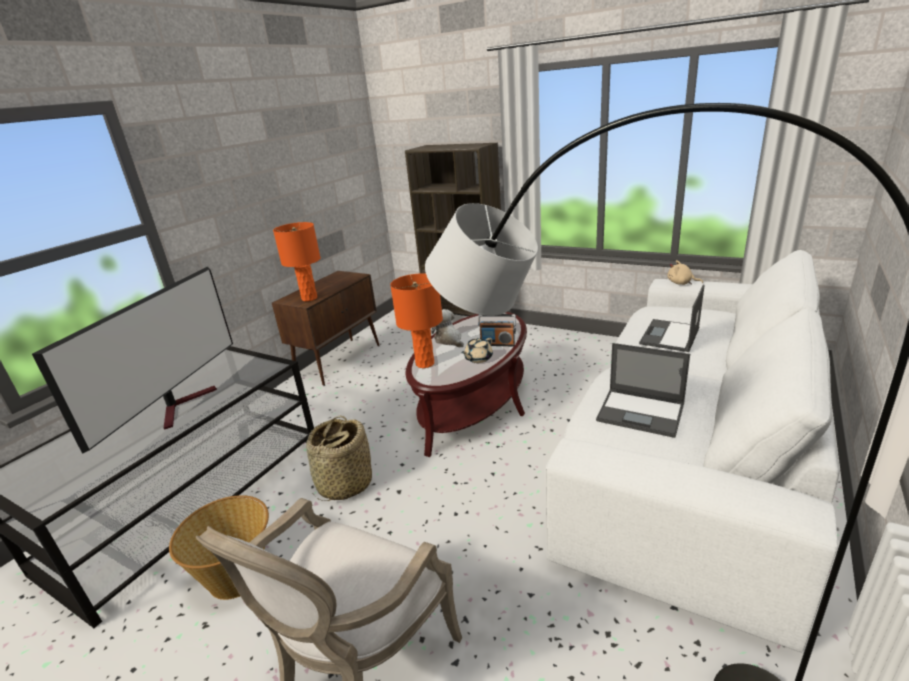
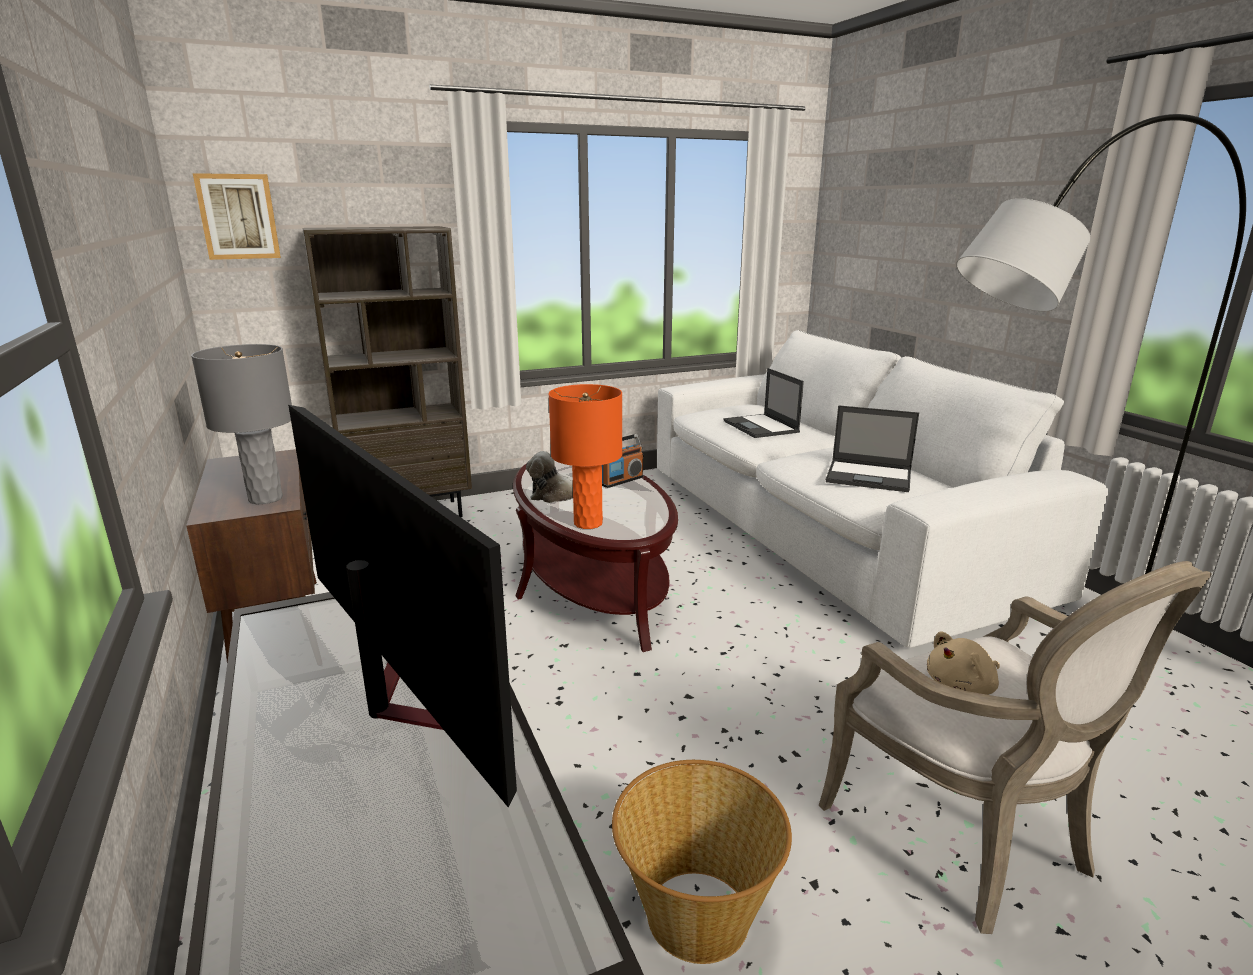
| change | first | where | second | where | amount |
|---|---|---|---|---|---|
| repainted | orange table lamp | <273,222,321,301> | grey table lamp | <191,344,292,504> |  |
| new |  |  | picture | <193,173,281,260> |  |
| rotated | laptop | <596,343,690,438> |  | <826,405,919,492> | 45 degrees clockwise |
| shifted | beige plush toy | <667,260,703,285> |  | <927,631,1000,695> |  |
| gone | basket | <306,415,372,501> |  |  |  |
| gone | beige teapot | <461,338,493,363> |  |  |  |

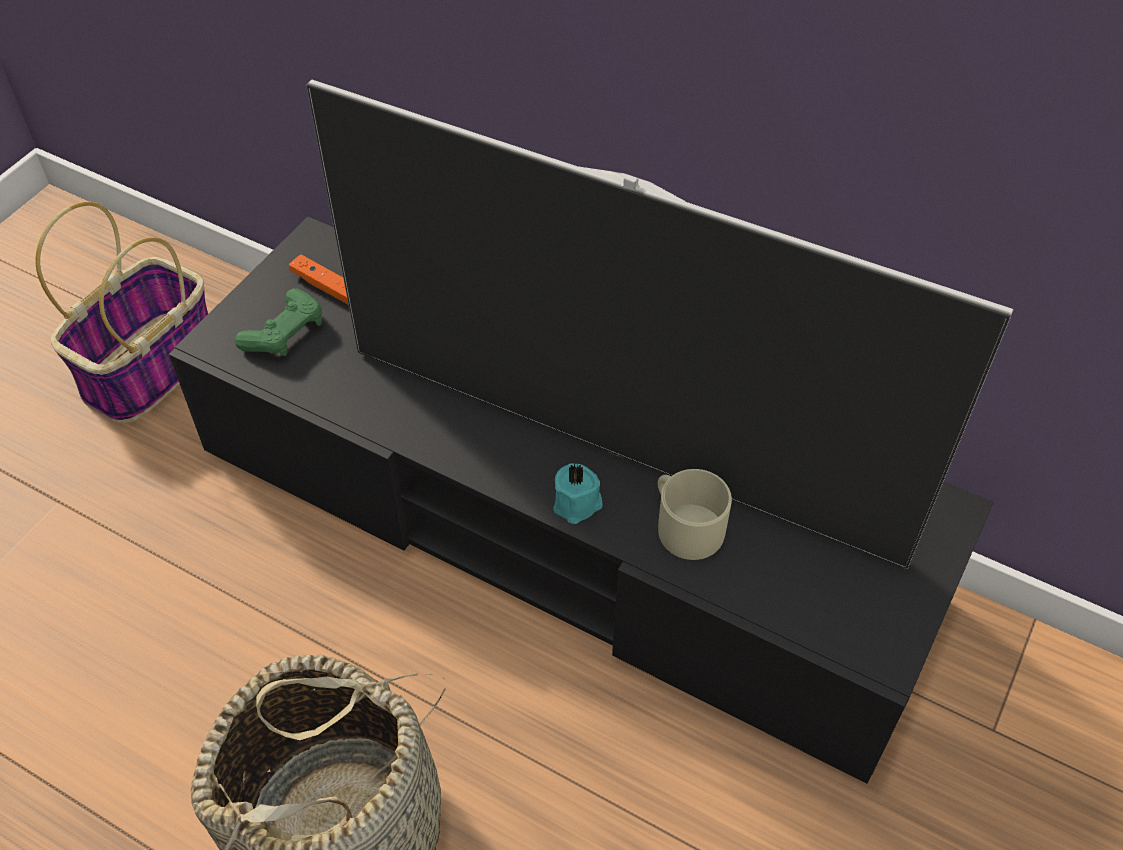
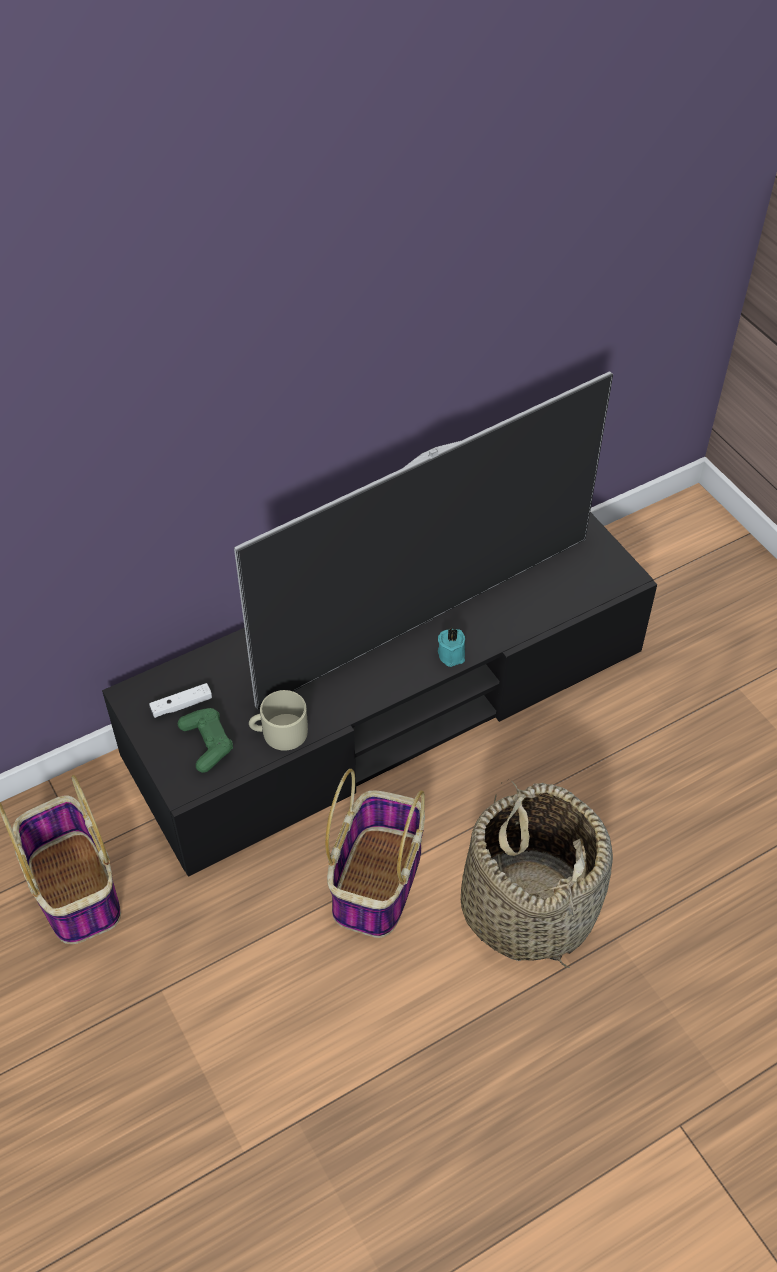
| change | first | where | second | where | amount |
|---|---|---|---|---|---|
| repainted | orange game controller | <289,254,348,304> | white game controller | <149,683,212,718> |  |
| shifted | beige mug | <658,469,732,560> |  | <249,690,308,751> |  |
| new |  |  | basket | <325,769,425,938> |  |

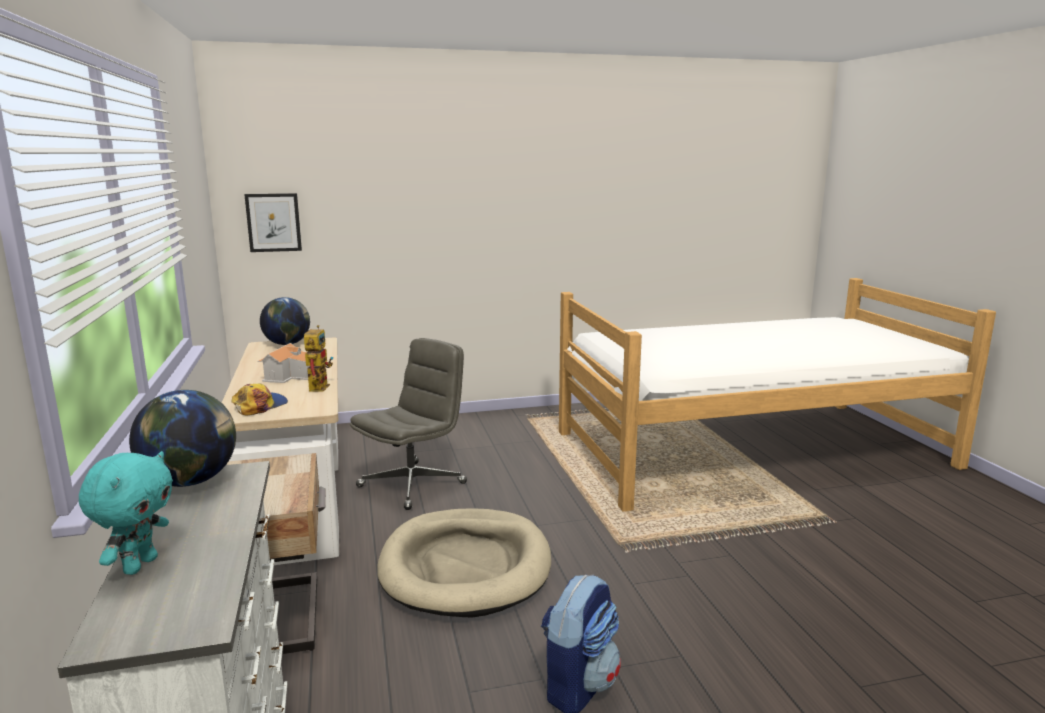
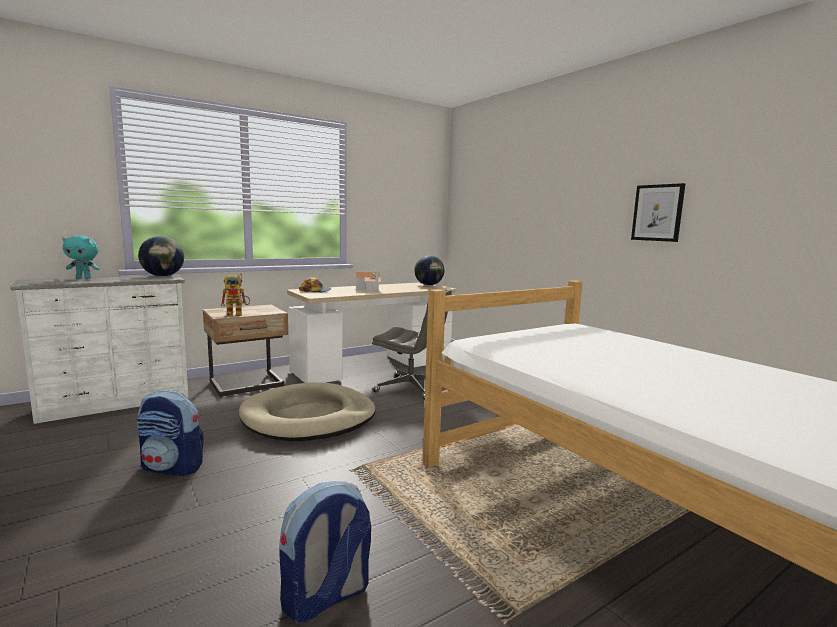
| change | first | where | second | where | amount |
|---|---|---|---|---|---|
| shifted | toy robot | <304,325,333,392> |  | <221,274,250,316> |  |
| new |  |  | backpack | <279,481,371,623> |  |
| shifted | picture | <244,193,302,252> |  | <631,183,685,242> |  |

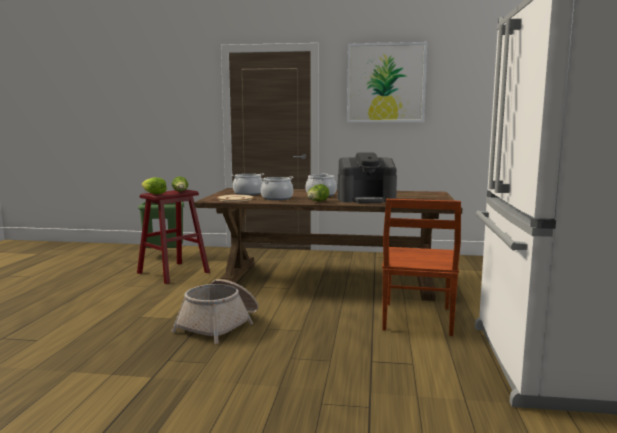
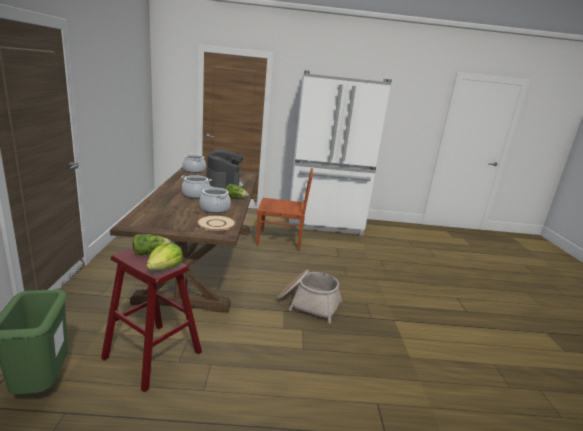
| change | first | where | second | where | amount |
|---|---|---|---|---|---|
| shifted | cooking pot | <231,173,264,195> |  | <182,154,206,173> |  |
| gone | picture | <347,42,427,122> |  |  |  |

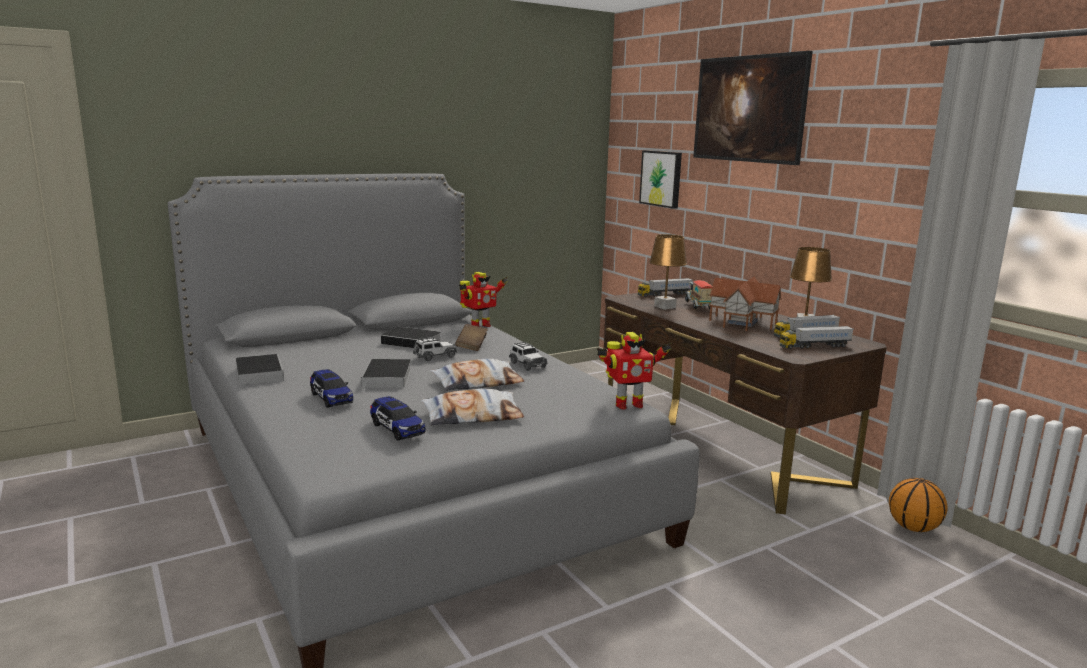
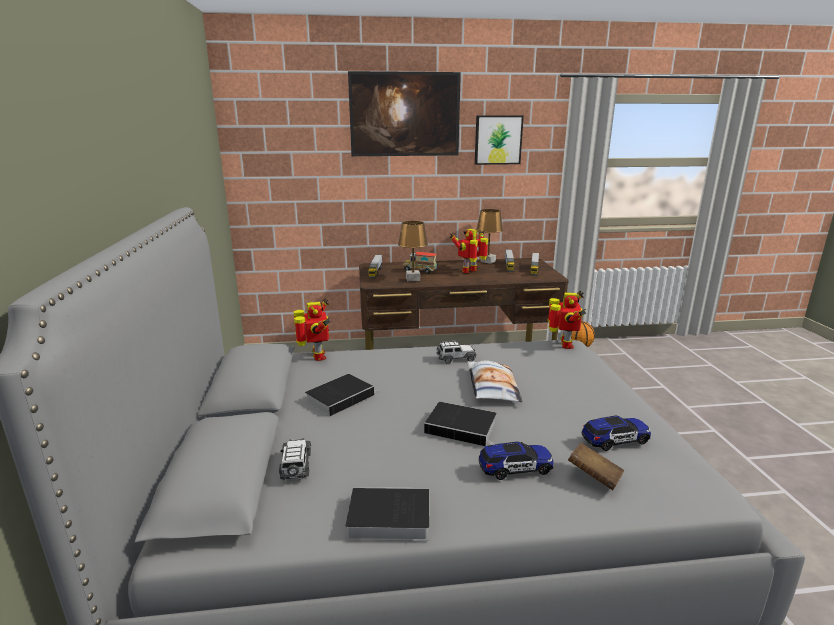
| change | first | where | second | where | amount |
|---|---|---|---|---|---|
| shifted | toy car | <413,337,457,361> |  | <279,438,311,480> |  |
| swapped | toy house | <709,277,782,331> | toy robot | <450,229,488,273> |  |
| shifted | picture | <639,150,682,209> |  | <475,116,524,165> |  |
| shifted | brown book | <455,324,488,351> |  | <568,443,624,490> |  |
| gone | pillow | <421,389,524,425> |  |  |  |

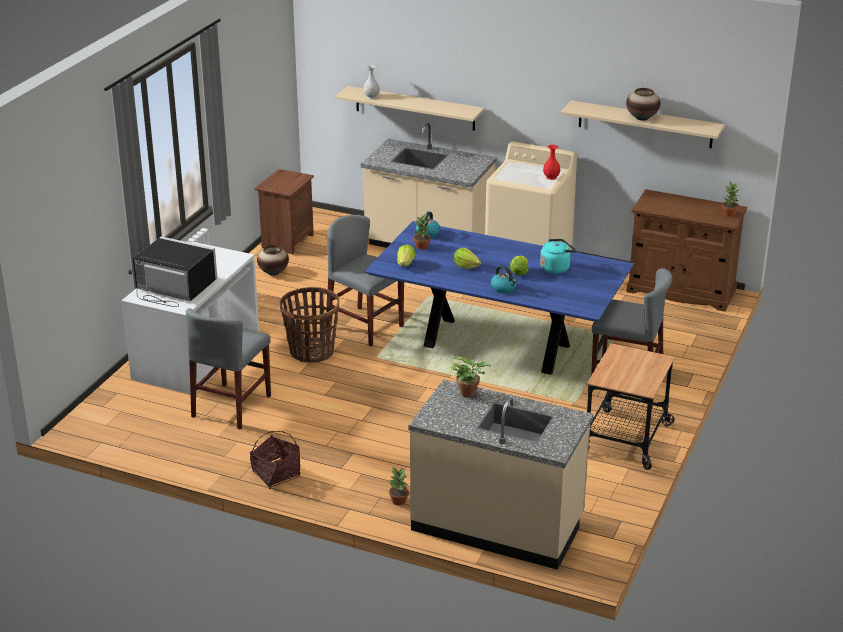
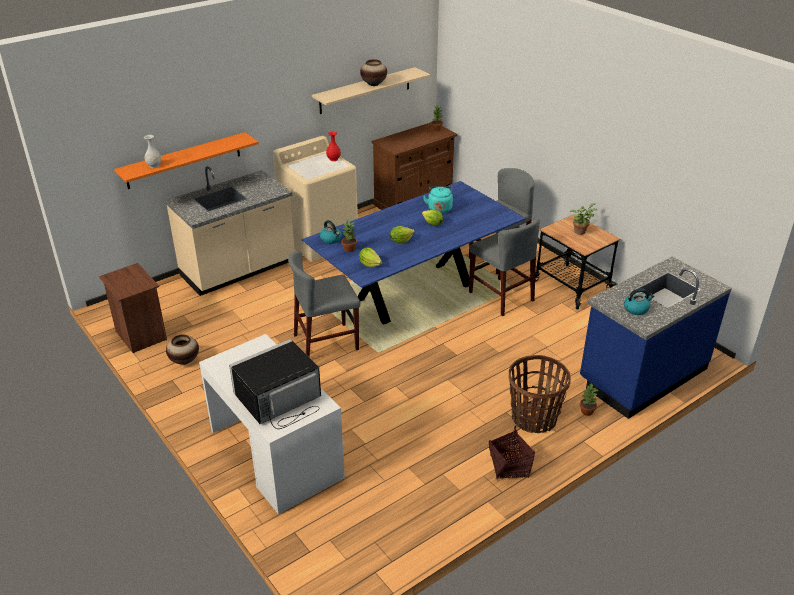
| change | first | where | second | where | amount |
|---|---|---|---|---|---|
| repainted | beige shelf | <335,86,484,131> | orange shelf | <114,132,259,189> |  |
| shifted | grey chair | <186,308,271,429> |  | <469,217,540,316> |  |
| shifted | basket | <280,287,339,363> |  | <509,355,571,433> |  |
| shifted | potted plant | <450,356,491,397> |  | <570,203,597,235> |  |
| repainted | beige counter | <409,379,594,570> | blue counter | <580,257,732,419> |  |
| shifted | kettle | <491,265,517,293> |  | <624,288,654,315> |  |

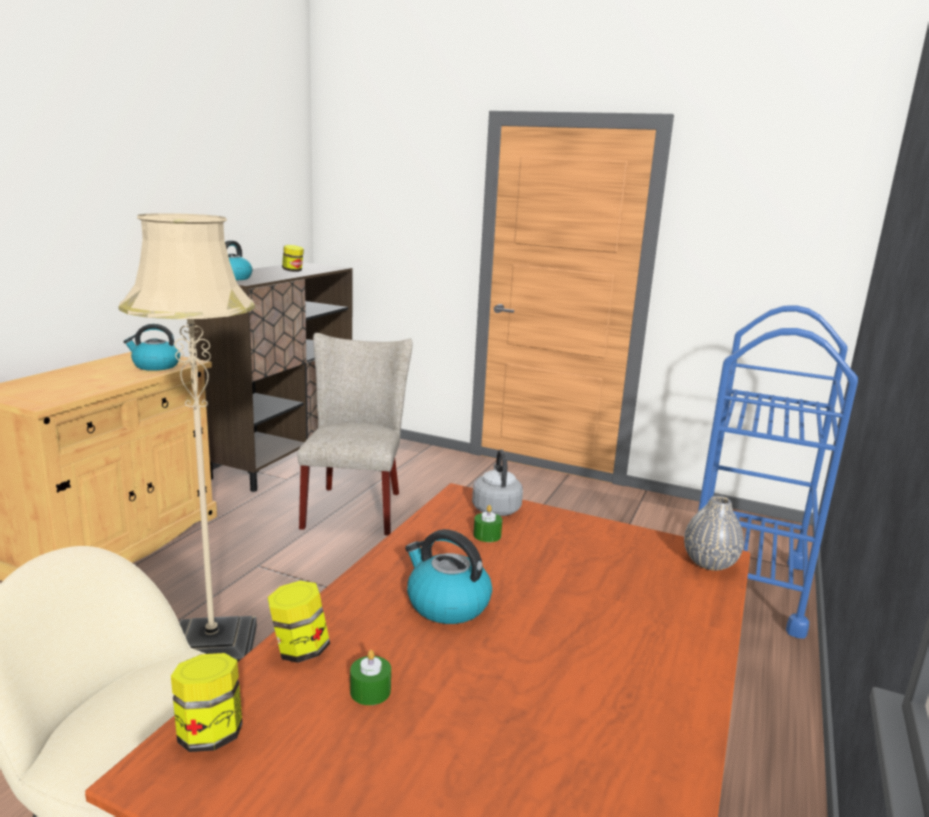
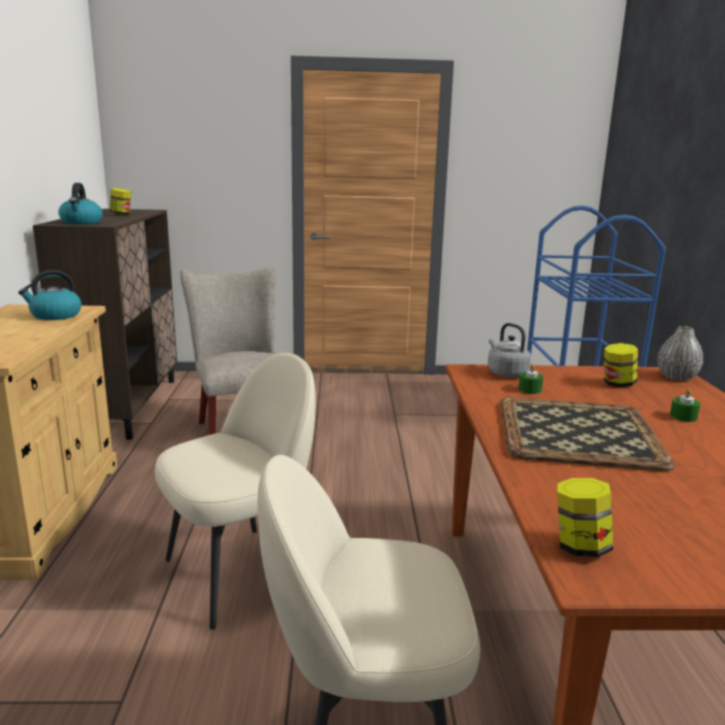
| change | first | where | second | where | amount |
|---|---|---|---|---|---|
| swapped | beige floor lamp | <119,213,257,662> | beige chair | <155,353,315,630> |  |
| swapped | kettle | <405,529,492,624> | tray | <500,397,675,471> |  |
| shifted | jar | <267,581,330,663> |  | <604,343,638,387> |  |
| shifted | green candle | <350,650,391,705> |  | <670,388,700,422> |  |

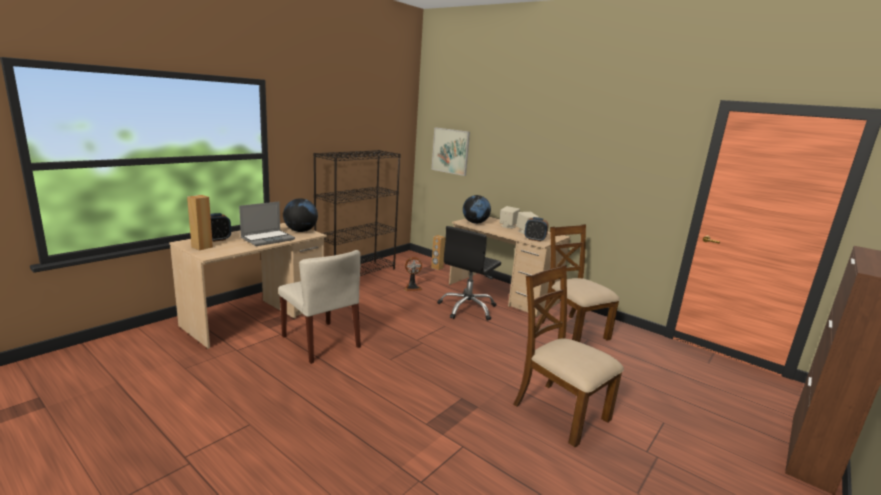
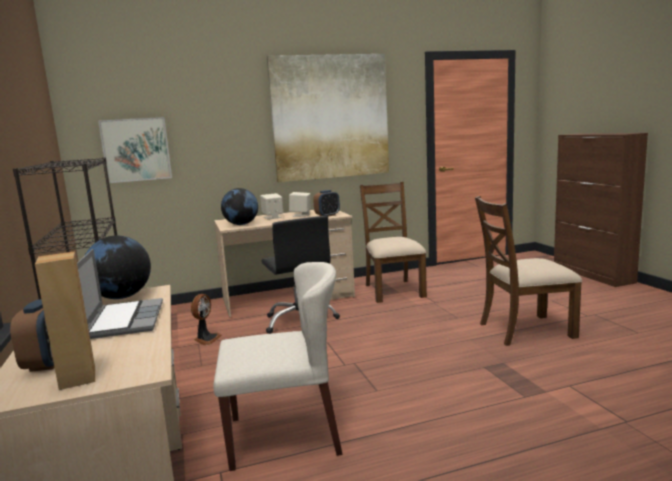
| change | first | where | second | where | amount |
|---|---|---|---|---|---|
| new |  |  | picture | <267,54,389,182> |  |
| rotated | brown chair | <542,224,620,342> |  | <360,182,427,303> | 75 degrees clockwise |
| gone | brown speaker | <431,235,446,270> |  |  |  |

